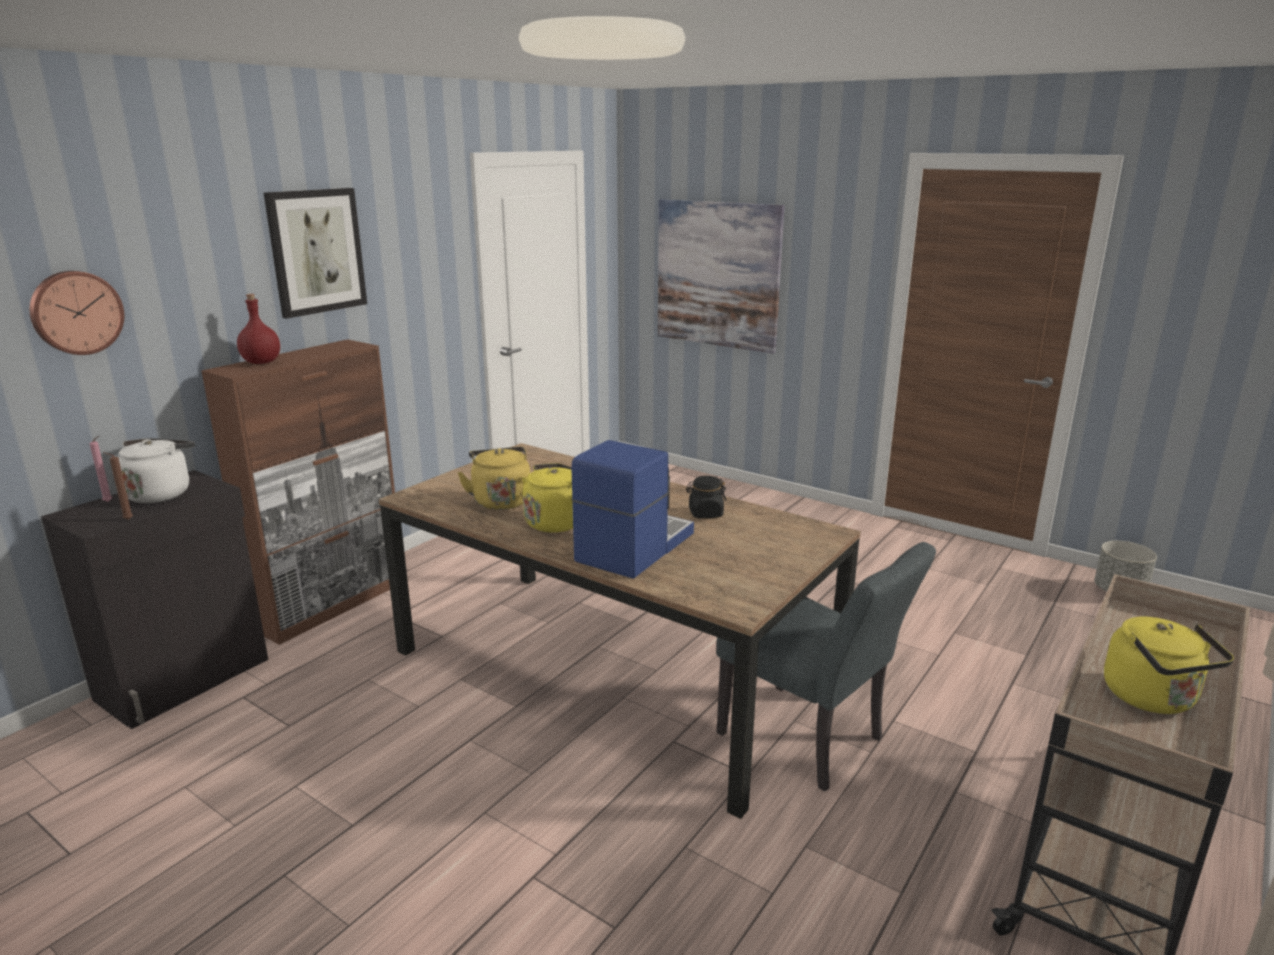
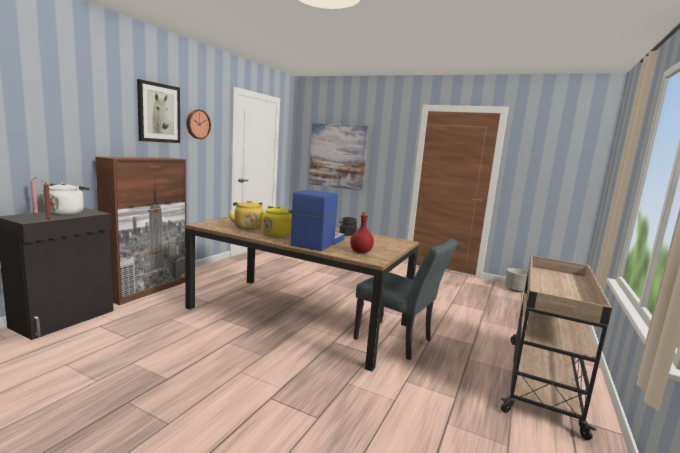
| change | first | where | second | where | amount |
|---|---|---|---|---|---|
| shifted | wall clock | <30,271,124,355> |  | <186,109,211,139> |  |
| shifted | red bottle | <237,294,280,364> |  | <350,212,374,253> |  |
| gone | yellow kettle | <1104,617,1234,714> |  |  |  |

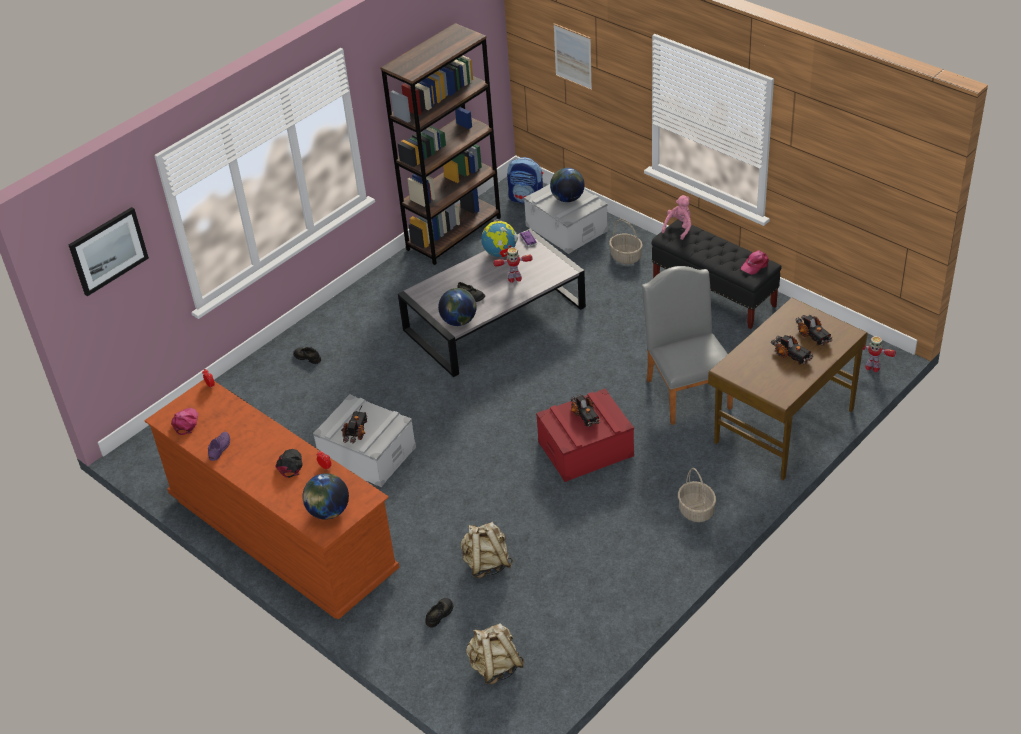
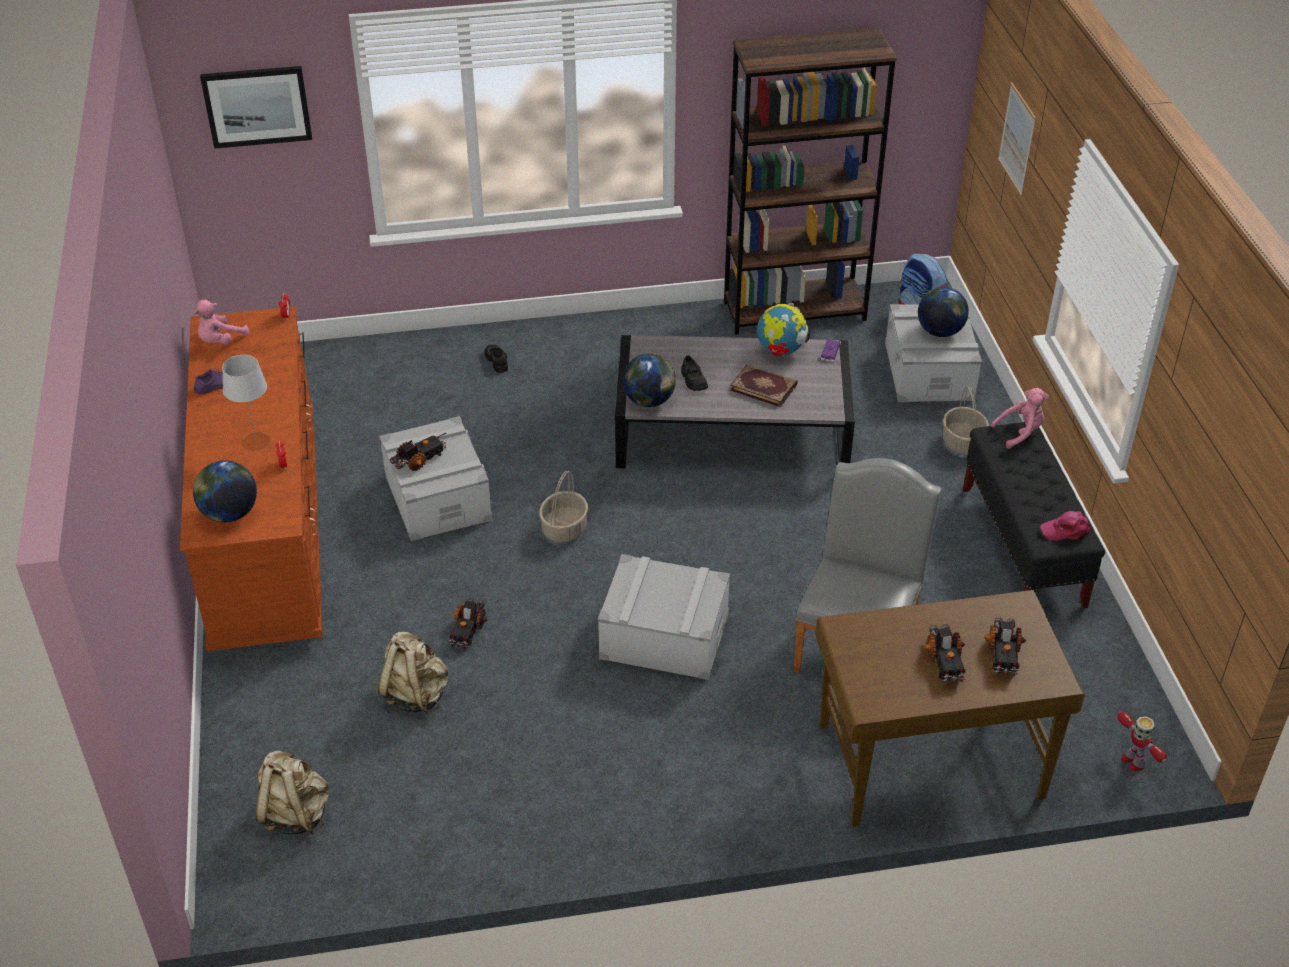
| change | first | where | second | where | amount |
|---|---|---|---|---|---|
| swapped | pink cap | <171,408,198,435> | pink plush toy | <194,299,250,344> |  |
| swapped | black cap | <275,449,303,478> | grey table lamp | <222,355,270,451> |  |
| shifted | toy truck | <571,394,601,427> |  | <448,598,487,649> |  |
| shifted | basket | <678,468,716,522> |  | <539,471,588,543> |  |
| repainted | red storage box | <536,388,634,482> | grey storage box | <598,554,730,680> |  |
| swapped | toy robot | <493,247,533,283> | book | <730,364,798,407> |  |
| gone | black shoe | <425,598,453,628> |  |  |  |

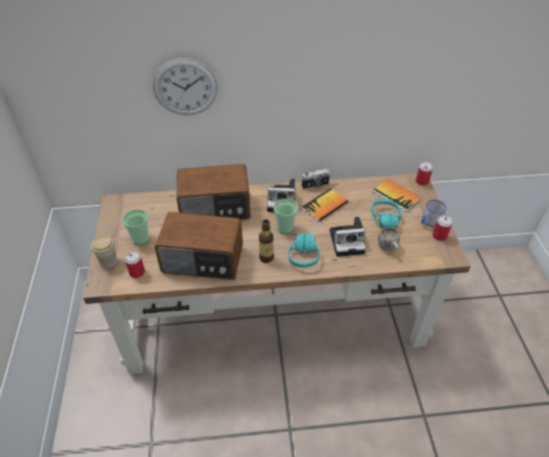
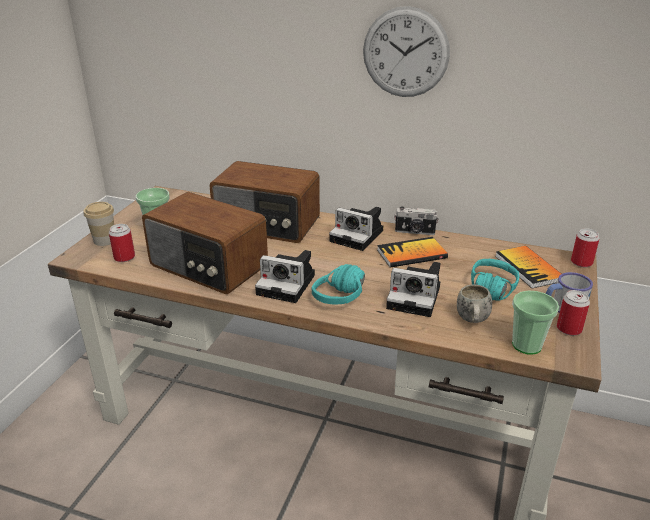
| change | first | where | second | where | amount |
|---|---|---|---|---|---|
| swapped | bottle | <259,219,274,263> | photo camera | <255,250,315,303> |  |
| shifted | wall clock | <153,58,218,115> |  | <363,6,450,97> |  |
| shifted | cup | <273,199,298,234> |  | <512,291,559,355> |  |

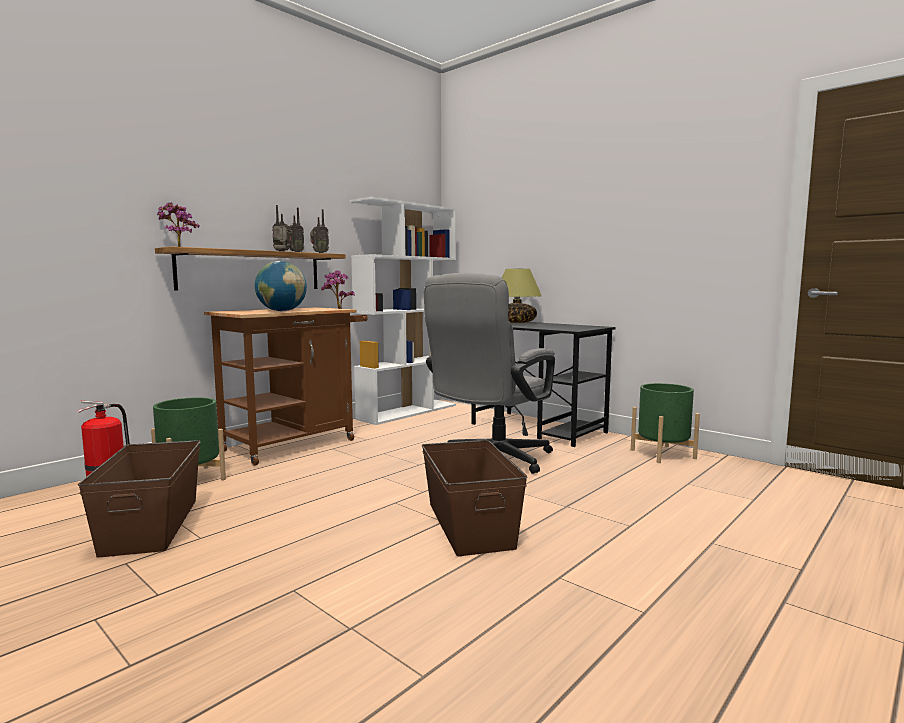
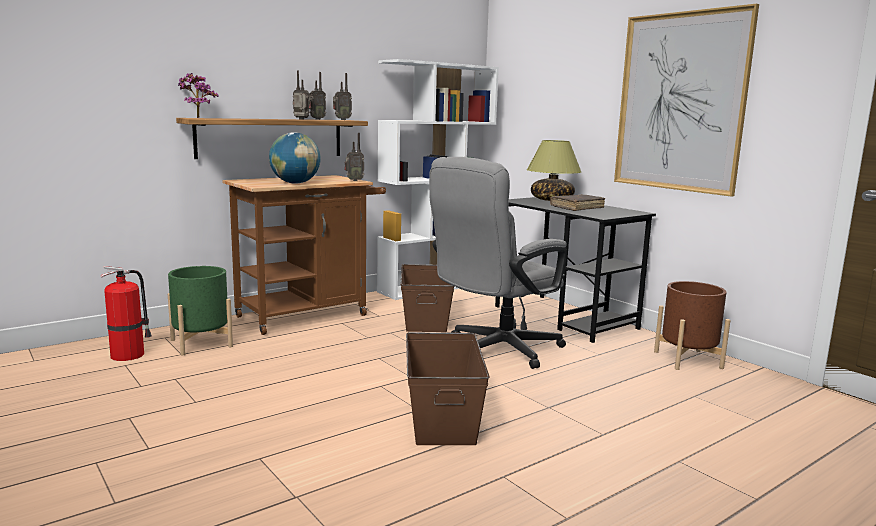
| change | first | where | second | where | amount |
|---|---|---|---|---|---|
| swapped | potted plant | <321,271,355,309> | radio | <344,133,364,181> |  |
| shifted | brown storage box | <78,440,201,558> |  | <400,264,454,332> |  |
| new |  |  | brown book | <550,194,605,211> |  |
| new |  |  | picture | <614,4,759,197> |  |
| repainted | green planter | <631,383,700,463> | brown planter | <654,281,730,370> |  |

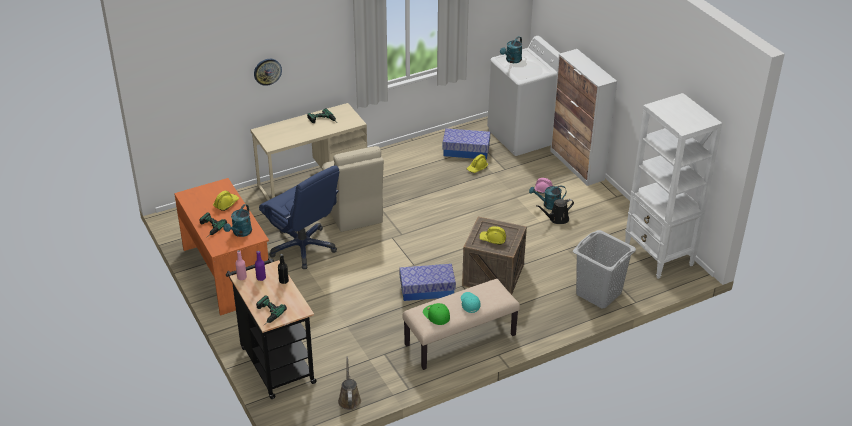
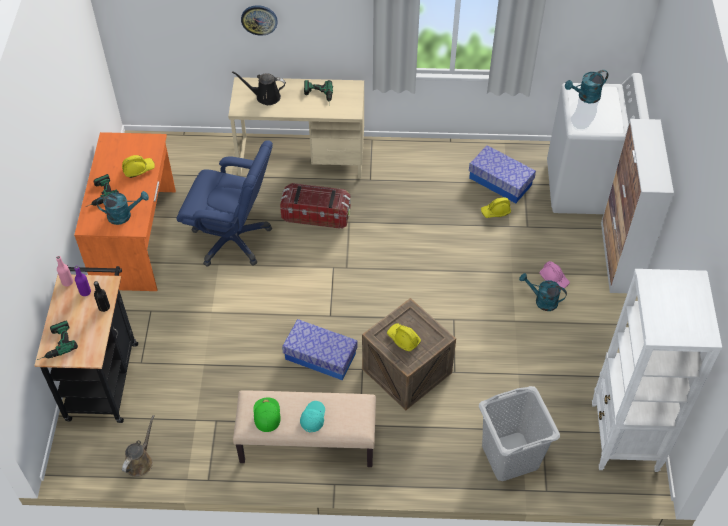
| change | first | where | second | where | amount |
|---|---|---|---|---|---|
| rotated | turquoise watering can | <223,204,252,237> |  | <97,191,149,225> | 150 degrees counterclockwise |
| rotated | blue office chair | <259,165,339,269> |  | <177,140,273,267> | 60 degrees counterclockwise |
| shifted | black watering can | <536,199,574,224> |  | <232,71,286,105> |  |
| swapped | beige chair | <322,146,384,232> | storage box | <280,183,351,229> |  |

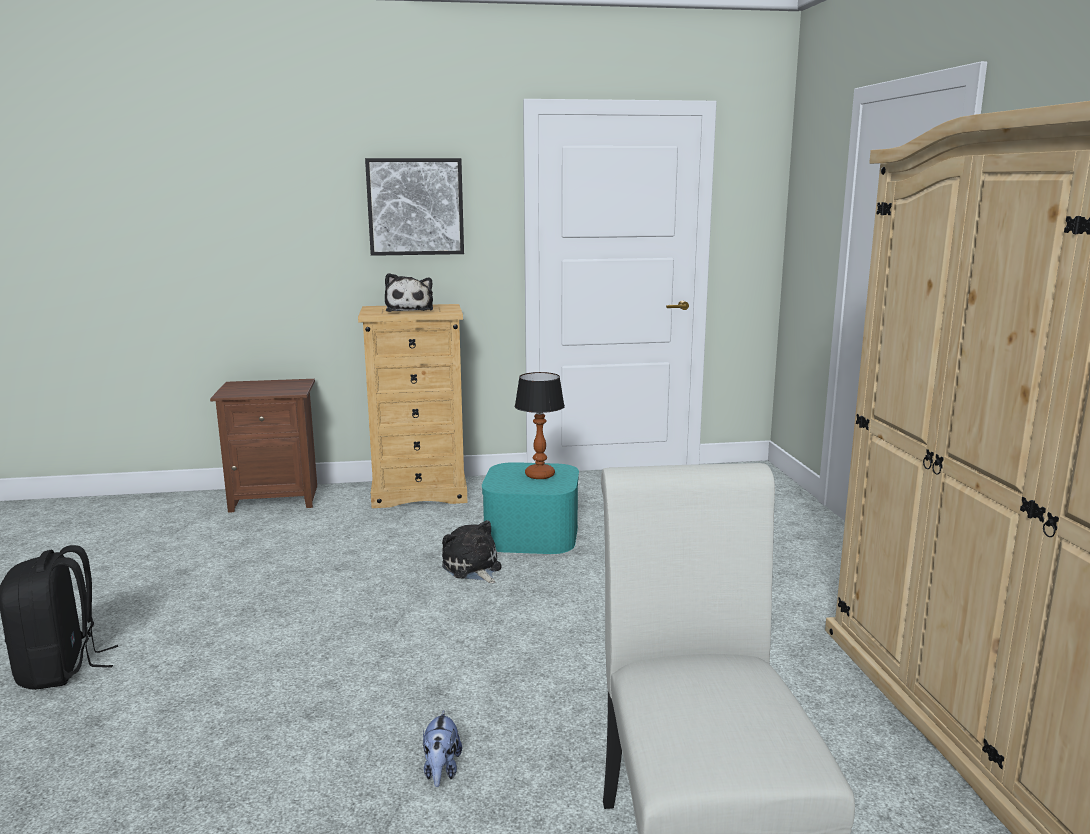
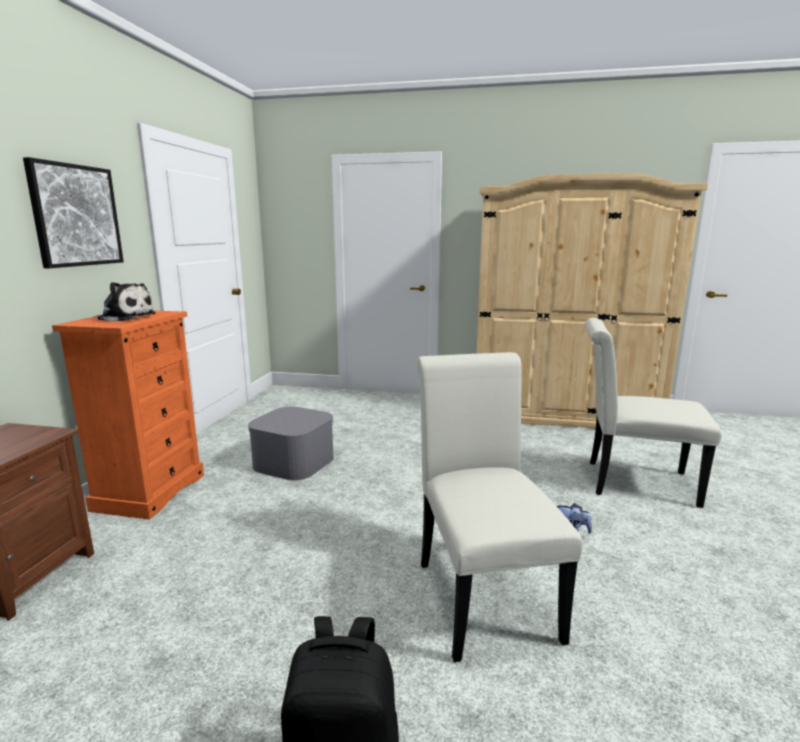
| change | first | where | second | where | amount |
|---|---|---|---|---|---|
| repainted | beige dresser | <358,304,467,508> | orange dresser | <52,311,204,519> |  |
| repainted | turquoise storage box | <482,462,579,554> | grey storage box | <248,406,334,480> |  |
| new |  |  | white chair | <417,352,582,662> |  |
| gone | plush toy | <442,520,502,583> |  |  |  |
| gone | table lamp | <515,372,565,479> |  |  |  |

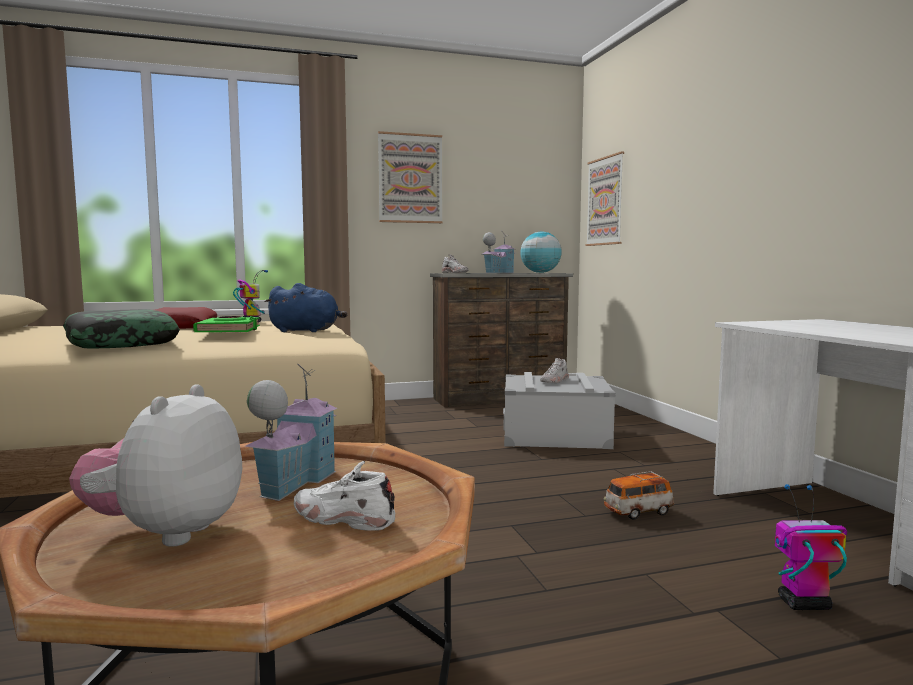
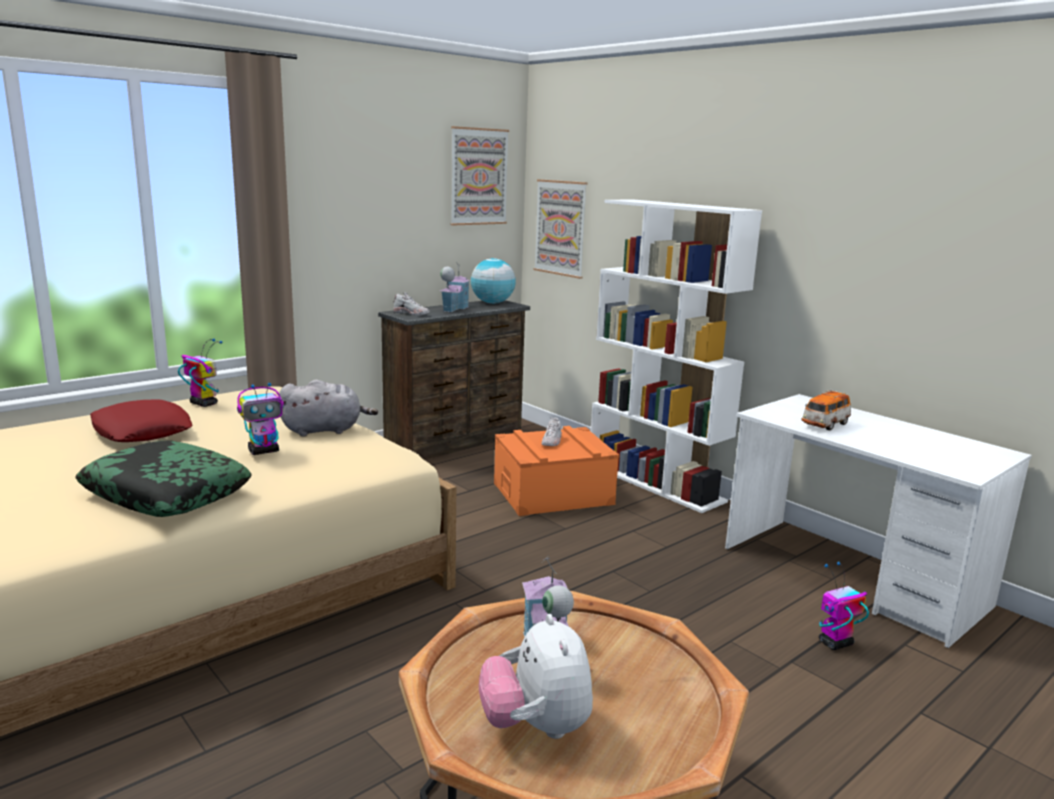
| change | first | where | second | where | amount |
|---|---|---|---|---|---|
| swapped | green book | <193,316,260,332> | toy robot | <237,383,284,455> |  |
| repainted | blue plush toy | <265,283,348,332> | grey plush toy | <278,380,378,437> |  |
| shifted | picture | <378,131,443,223> |  | <451,126,509,226> |  |
| repainted | grey storage box | <503,372,616,449> | orange storage box | <494,426,619,516> |  |
| new |  |  | white bookcase | <591,199,762,513> |  |
| shifted | toy car | <604,471,674,520> |  | <801,389,851,430> |  |
| gone | white shoe | <294,461,395,531> |  |  |  |

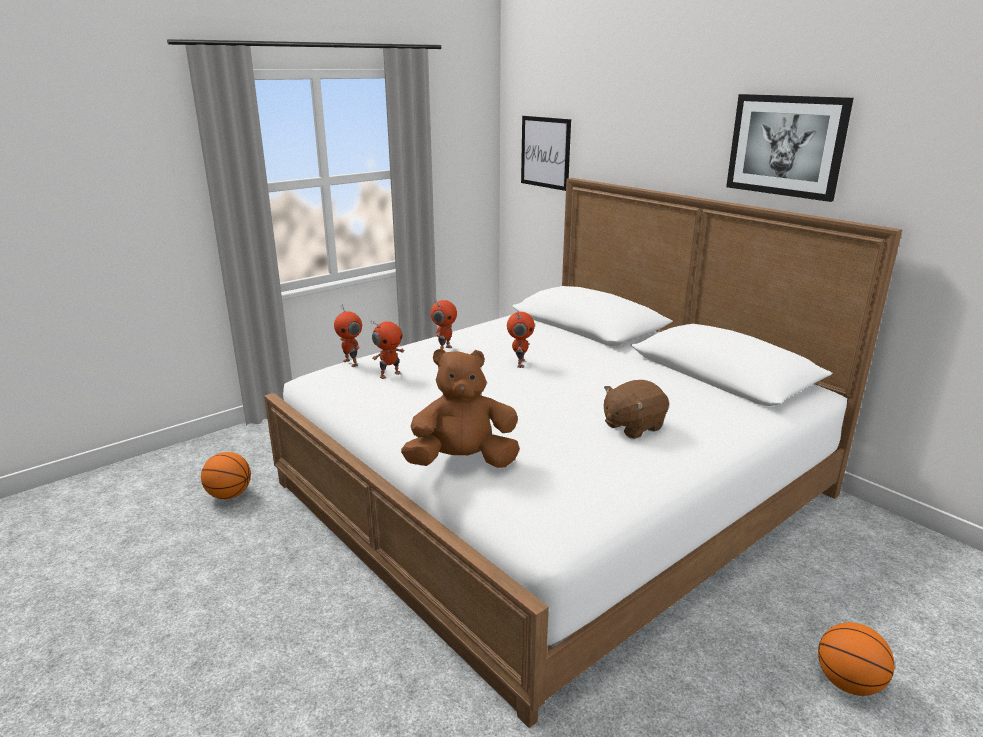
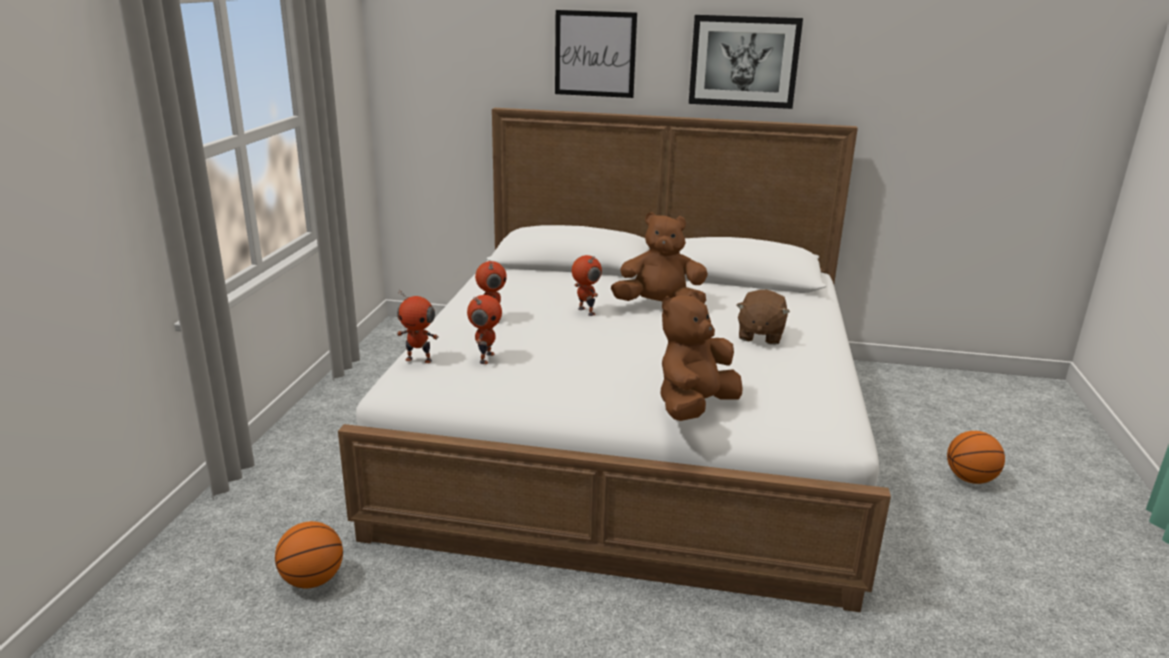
| change | first | where | second | where | amount |
|---|---|---|---|---|---|
| shifted | picture | <521,116,571,191> |  | <555,10,637,98> |  |
| new |  |  | brown plush toy | <611,212,708,303> |  |

